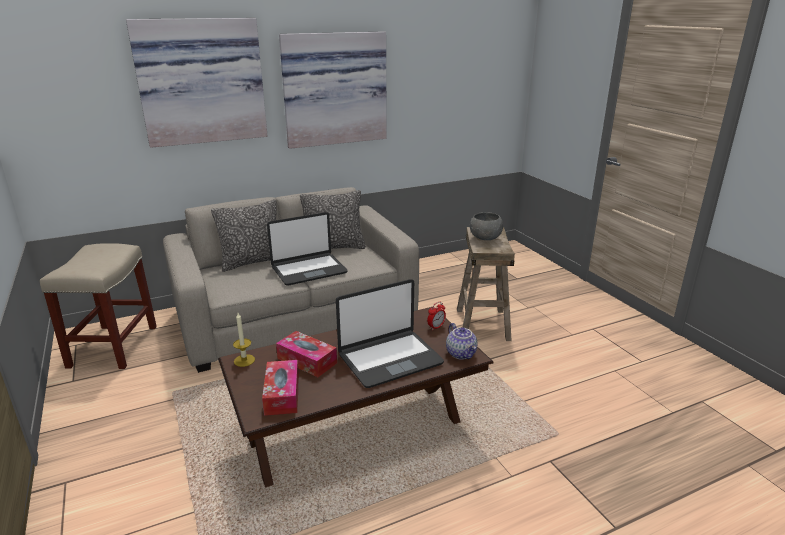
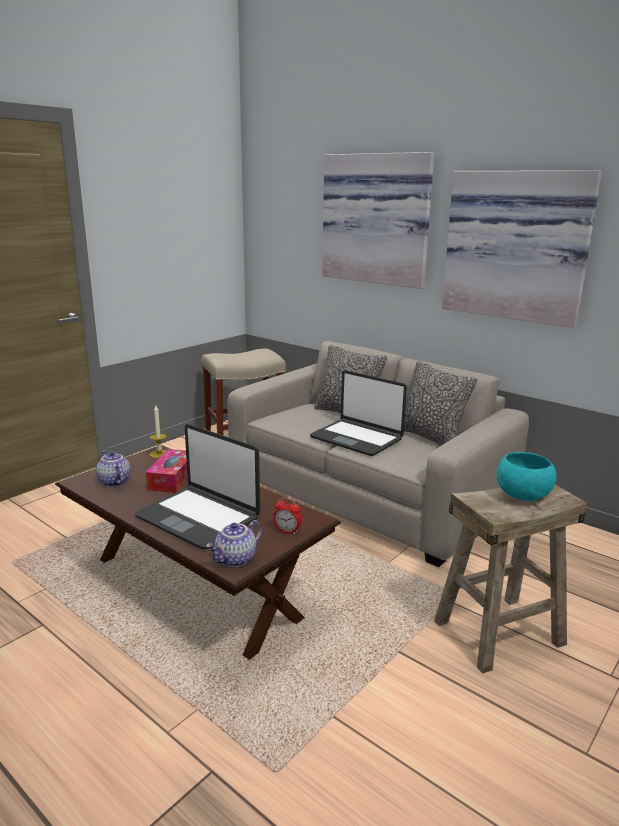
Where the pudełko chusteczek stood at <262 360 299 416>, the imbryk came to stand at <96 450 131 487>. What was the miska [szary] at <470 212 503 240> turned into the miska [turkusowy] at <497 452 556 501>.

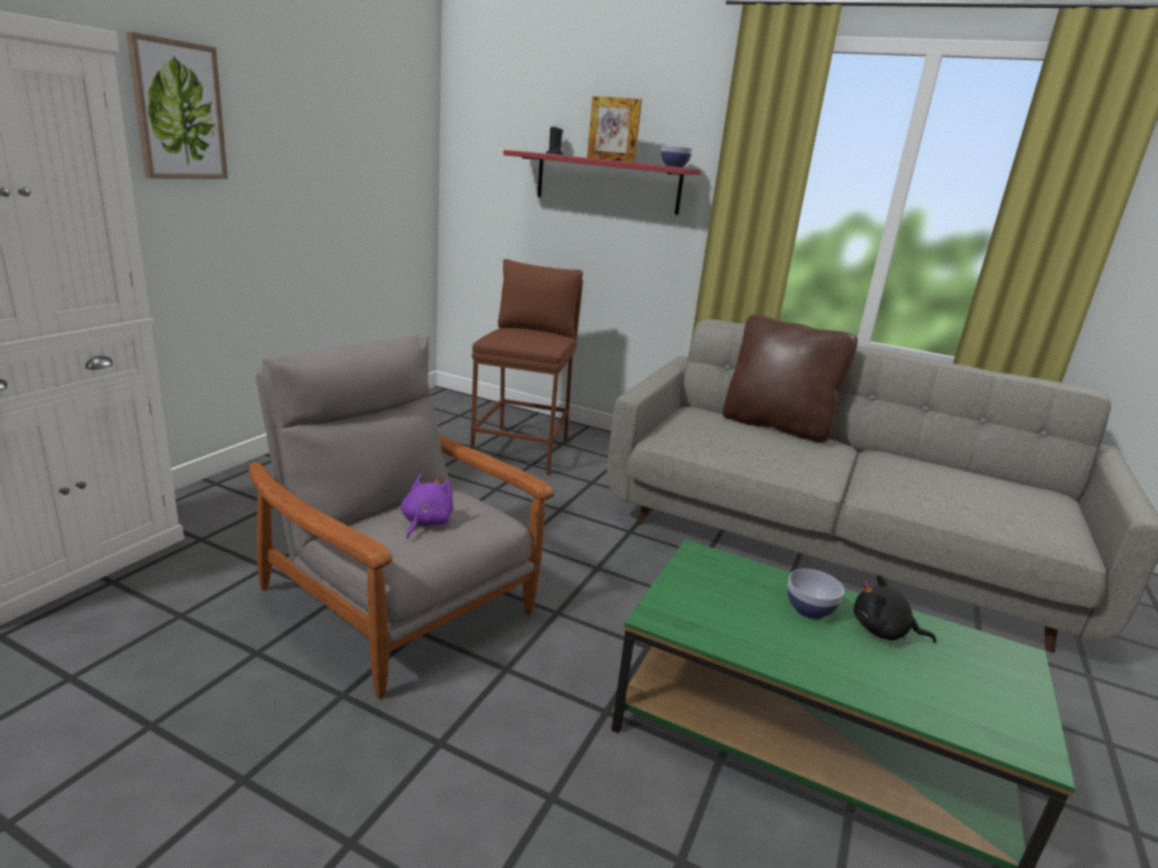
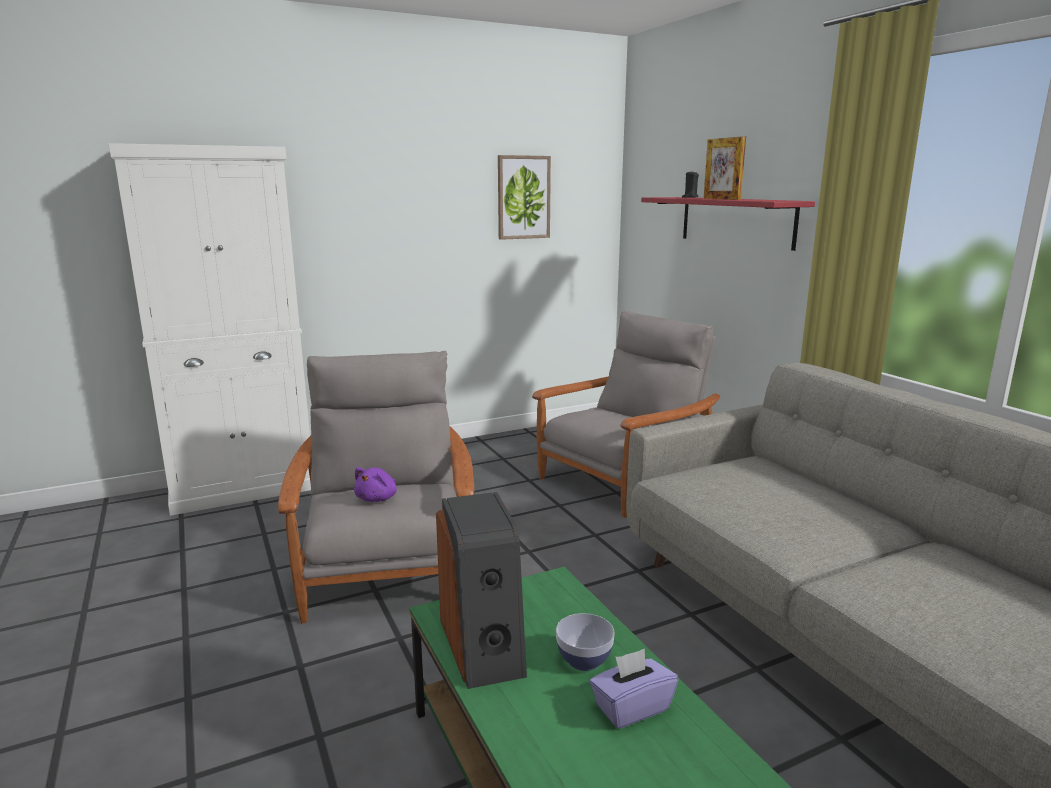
The second view lost the miska at <661 145 693 168>. The second view lost the poduszka [brązowy] at <722 315 858 443>. The second view gained the głośnik at <436 492 527 689>. The obraz ended up elsewhere, having gone from <126 32 228 179> to <498 155 551 240>. Where the stołek [brązowy] stood at <470 259 583 475>, the fotel [szary] came to stand at <532 311 720 518>. Where the pluszak [czarny] stood at <853 574 936 643>, the pudełko chusteczek [fioletowy] came to stand at <590 649 679 729>. The pluszak [fioletowy] at <401 474 453 539> ended up facing another way, 150 degrees clockwise from before.

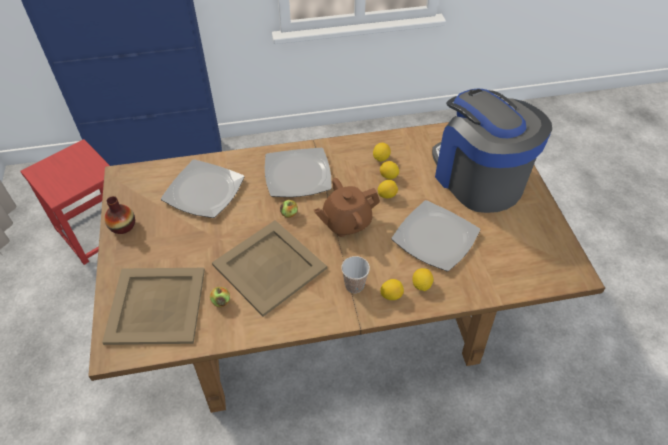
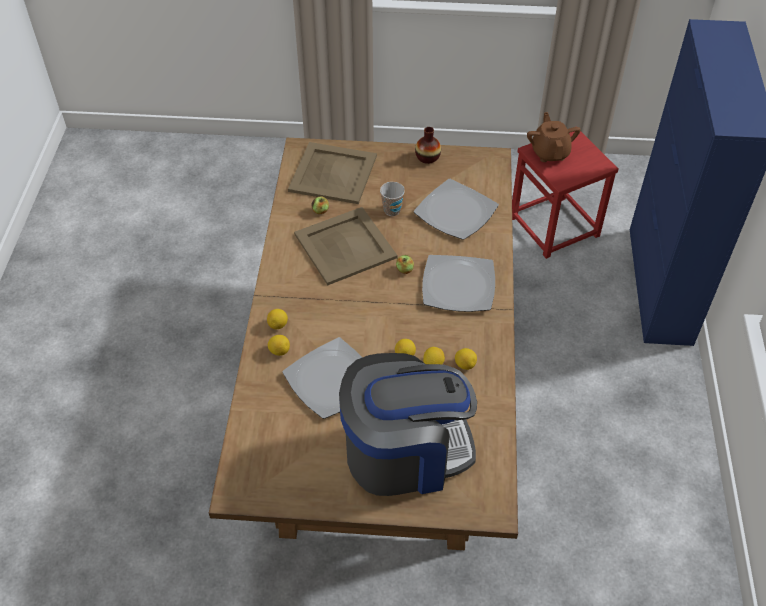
The imbryk [brązowy] ended up elsewhere, having gone from <314 178 380 237> to <527 112 581 162>. The filiżanka ended up elsewhere, having gone from <341 256 370 293> to <380 182 405 216>.

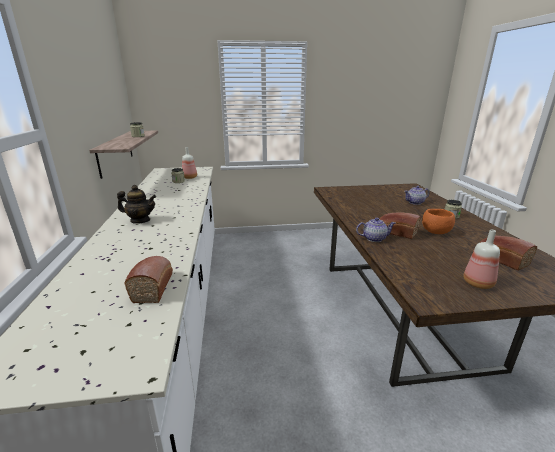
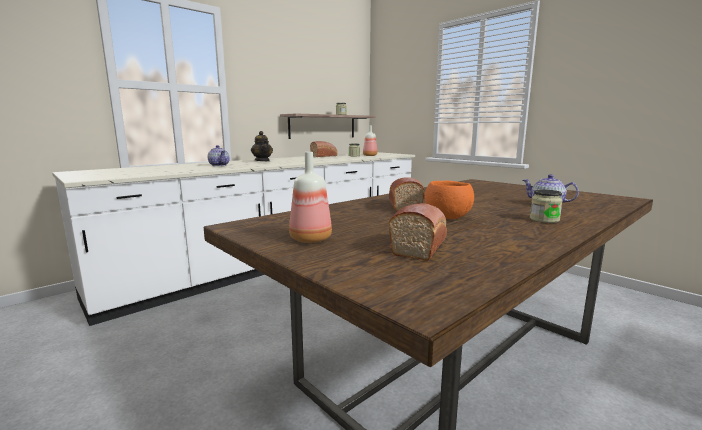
The chleb ended up elsewhere, having gone from <124 256 173 303> to <310 141 338 157>. The imbryk ended up elsewhere, having gone from <356 218 395 242> to <208 145 230 166>.

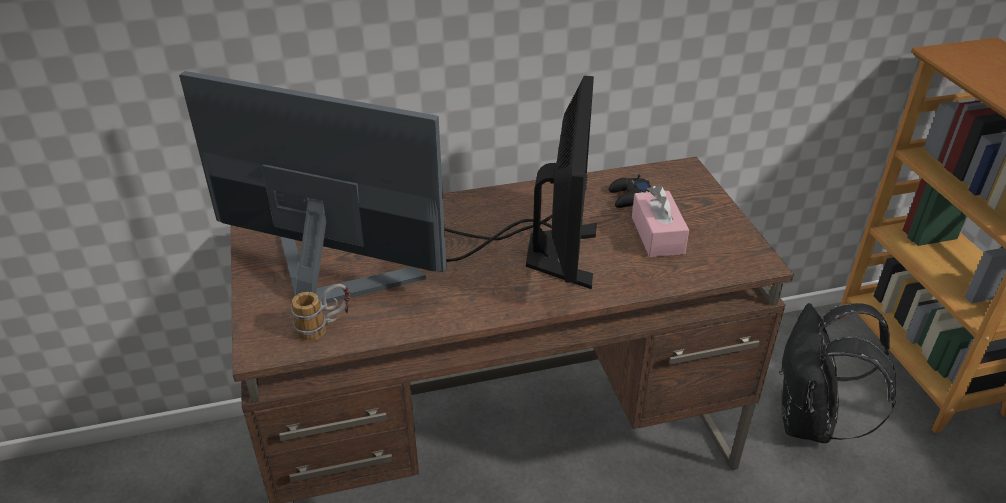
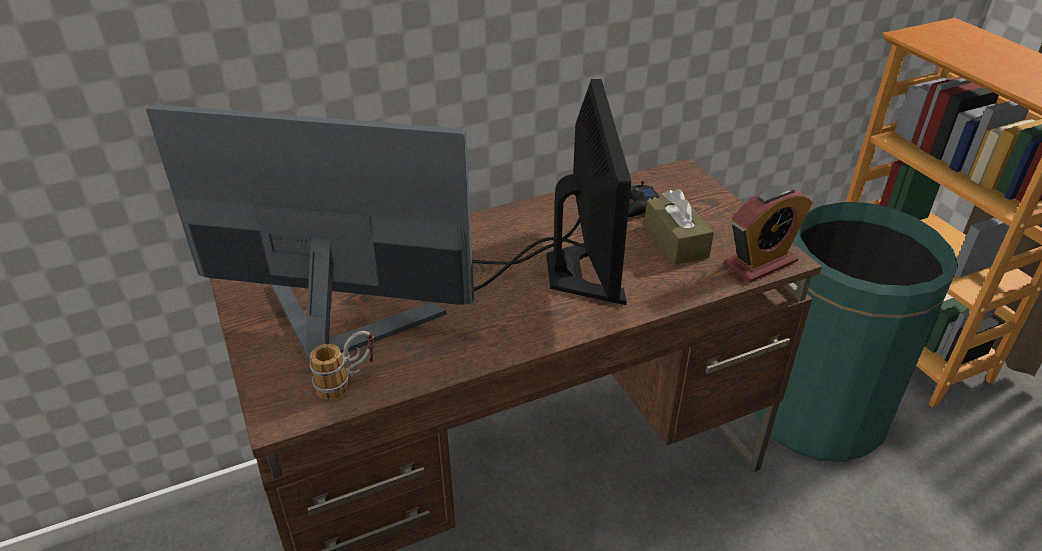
The second view gained the budzik at <724 184 813 283>. Where the plecak [czarny] stood at <779 303 896 443>, the kosz na śmieci [zielony] came to stand at <755 202 958 462>. What was the pudełko chusteczek [różowy] at <632 186 689 257> turned into the pudełko chusteczek [brązowy] at <644 189 714 265>.

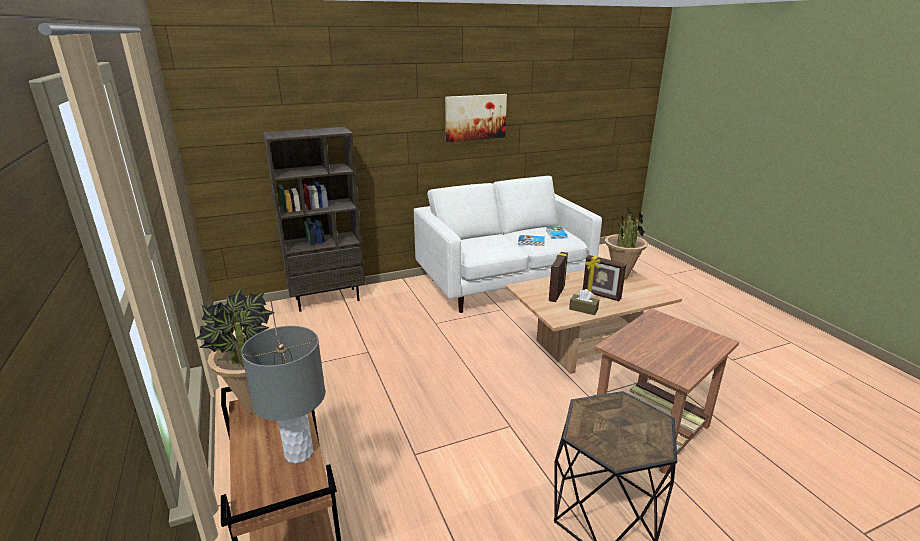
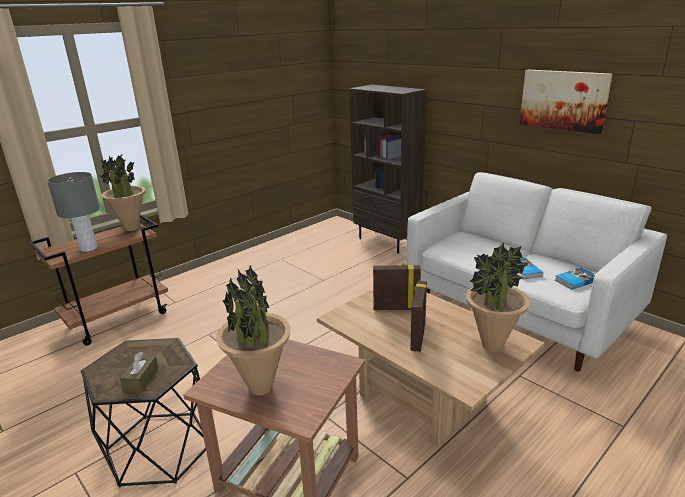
The second view gained the roślina doniczkowa at <216 265 291 395>. The pudełko chusteczek [brązowy] ended up elsewhere, having gone from <569 289 599 315> to <120 352 159 392>.

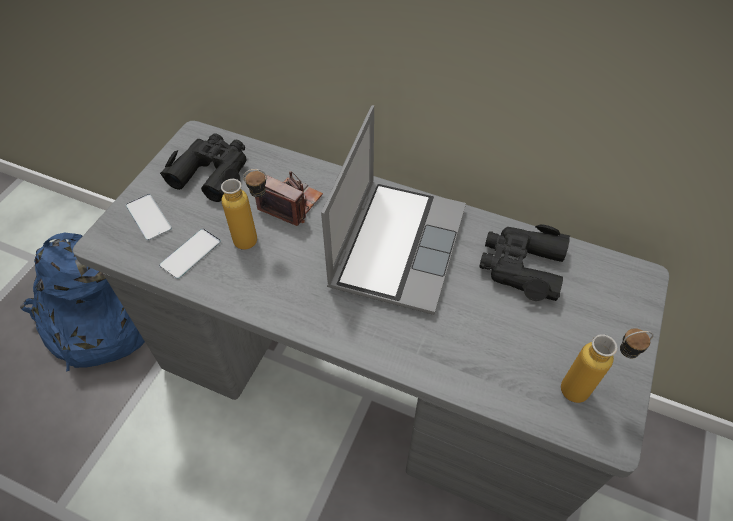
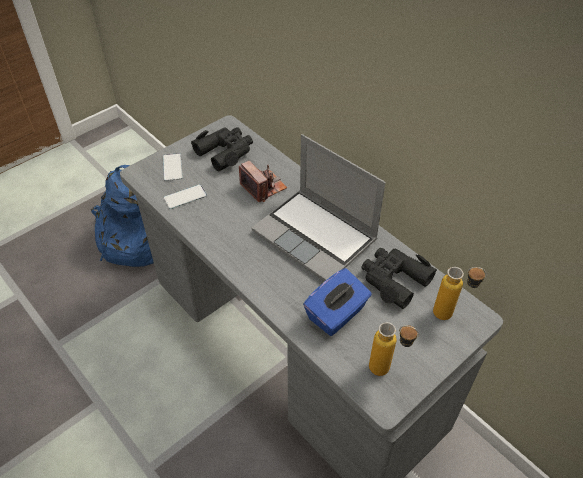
The second view gained the pudełko chusteczek [niebieski] at <303 268 372 336>. The butelka ended up elsewhere, having gone from <221 169 267 250> to <433 267 487 320>. The laptop at <321 105 466 315> ended up facing another way, 90 degrees clockwise from before.

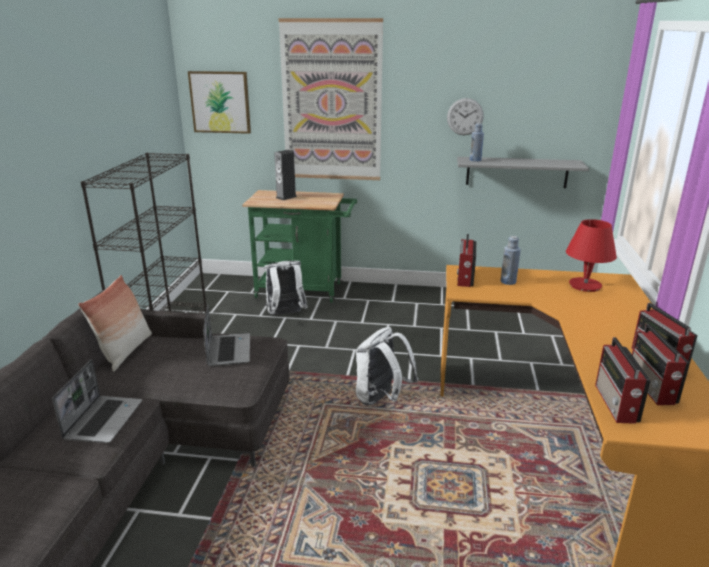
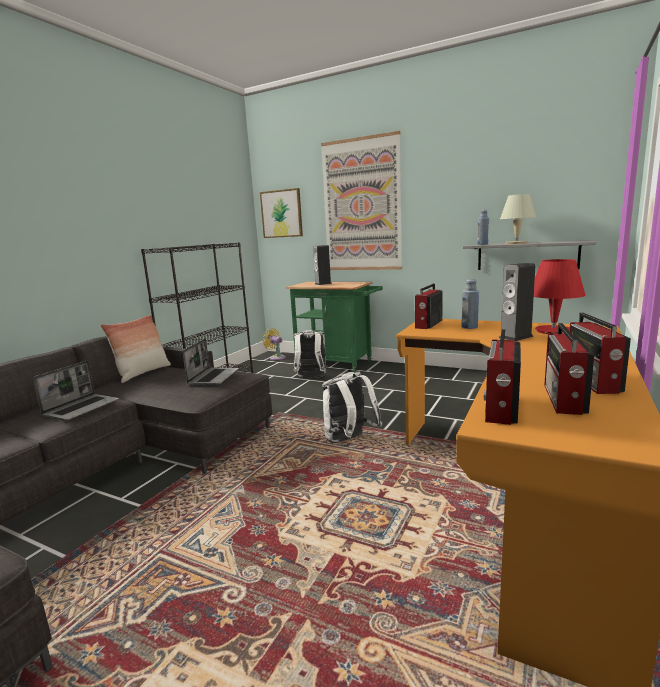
The second view lost the zegar ścienny at <447 98 484 135>. The second view gained the wentylator [żółty] at <263 328 286 360>. The second view gained the głośnik at <499 263 535 341>. The second view gained the lampa stołowa [beżowy] at <500 194 536 244>.

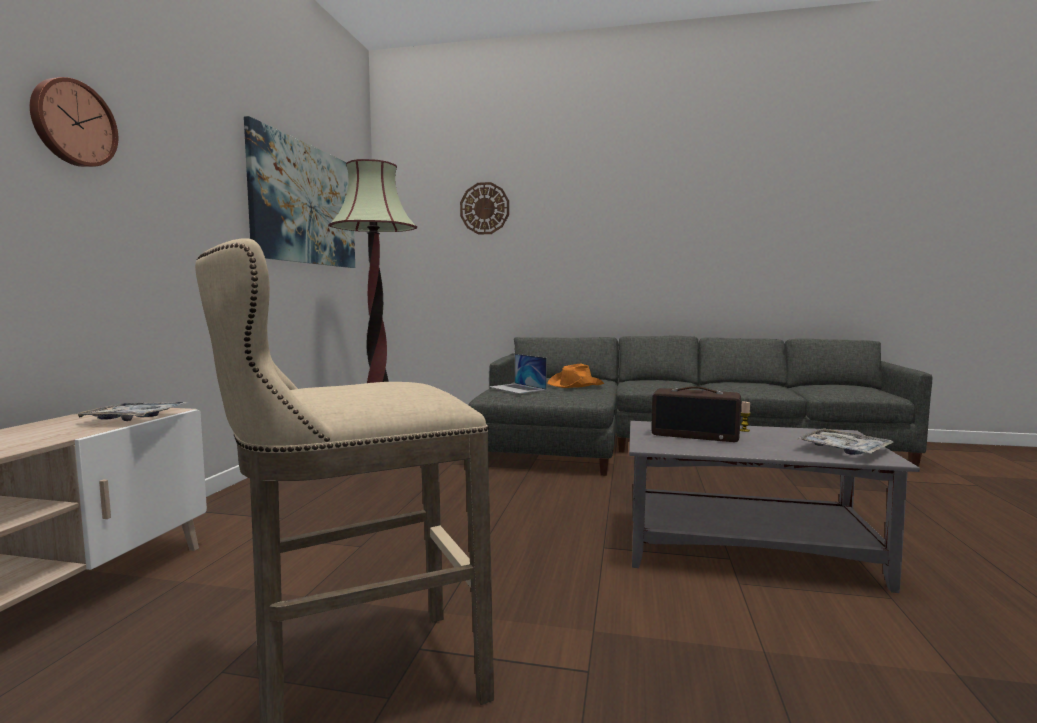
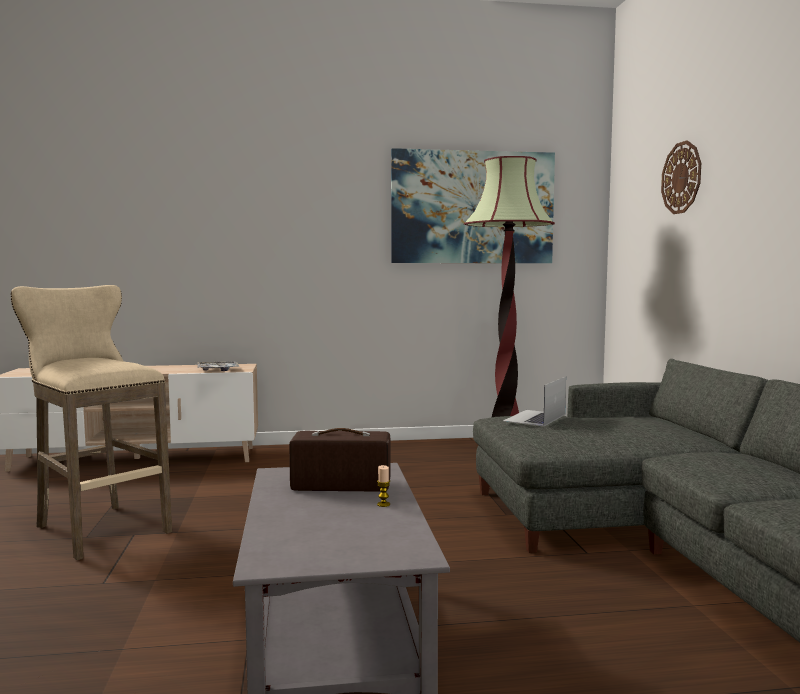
The second view lost the zegar ścienny at <30 77 118 167>. The second view lost the kapelusz [pomarańczowy] at <547 364 605 388>. The second view lost the taca at <796 428 894 455>. The radio at <651 386 741 442> ended up facing another way, 90 degrees clockwise from before.

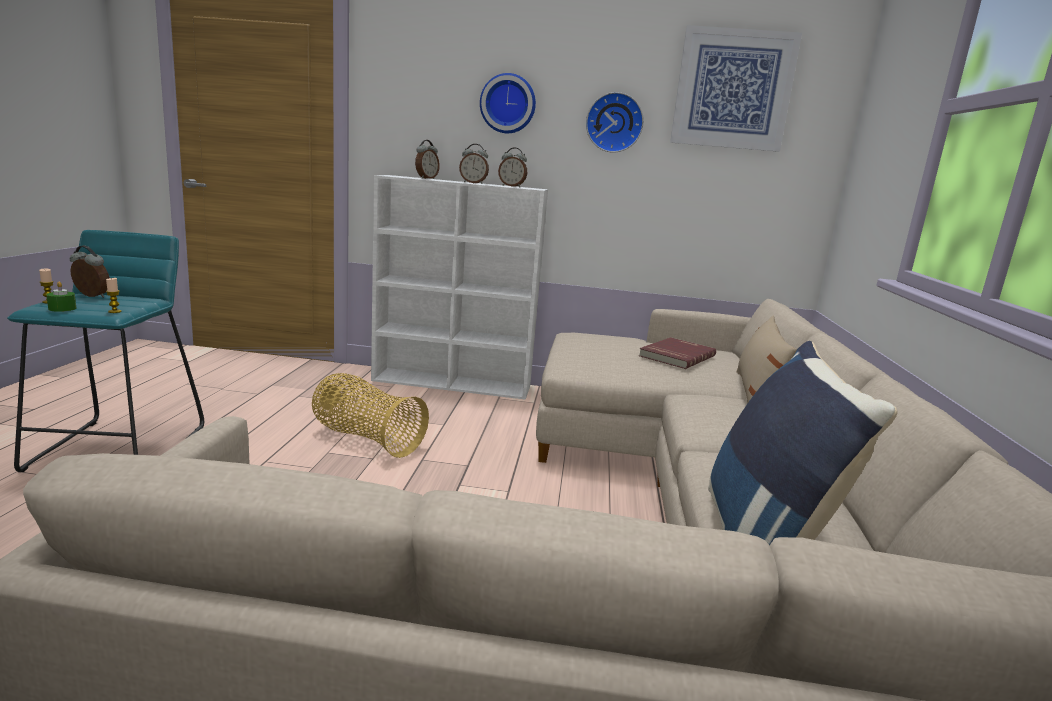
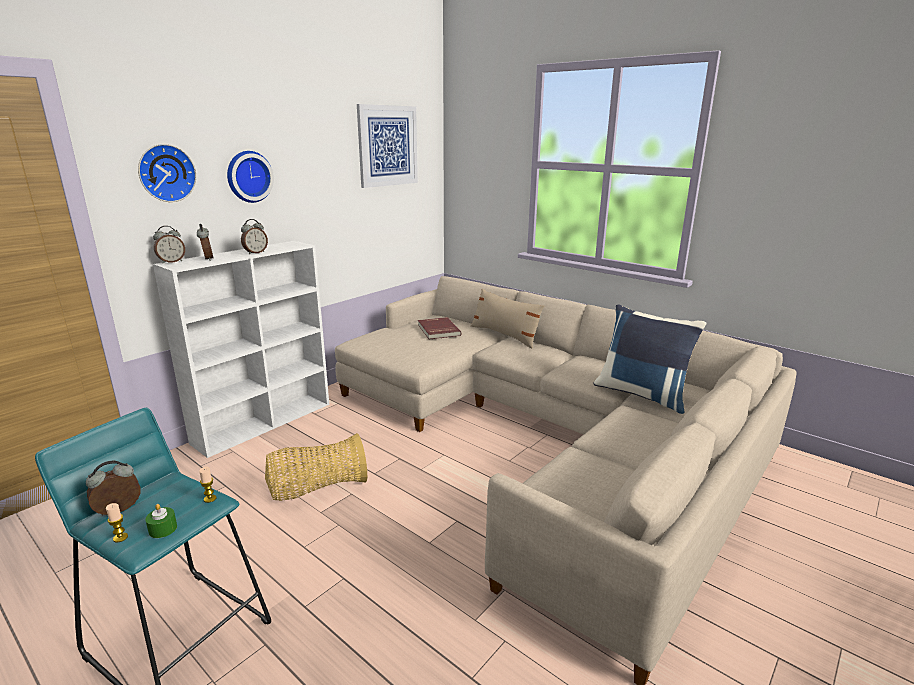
The budzik ended up elsewhere, having gone from <498 147 527 187> to <153 226 185 264>. The zegar ścienny ended up elsewhere, having gone from <586 92 644 153> to <138 144 196 202>.

